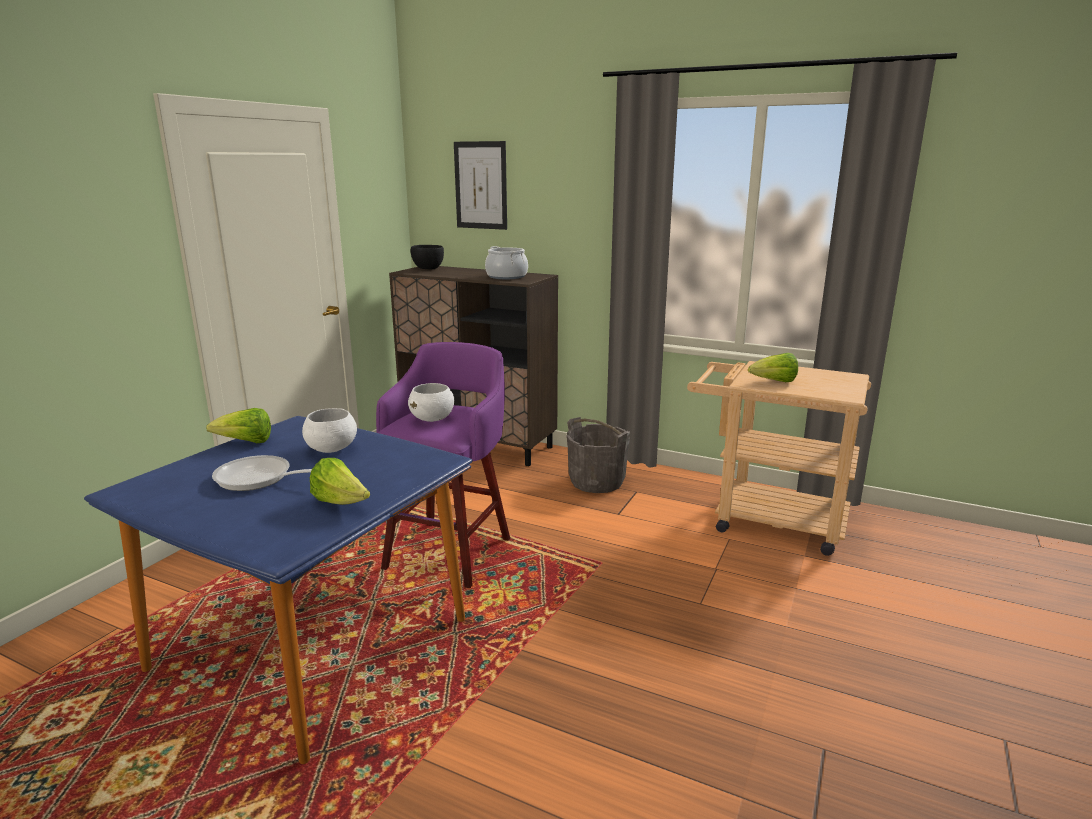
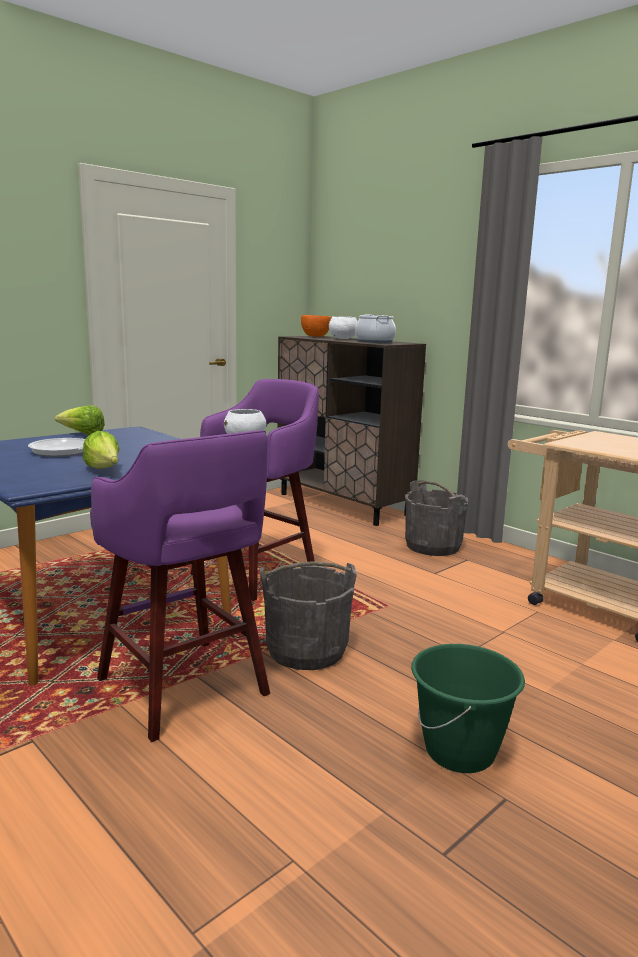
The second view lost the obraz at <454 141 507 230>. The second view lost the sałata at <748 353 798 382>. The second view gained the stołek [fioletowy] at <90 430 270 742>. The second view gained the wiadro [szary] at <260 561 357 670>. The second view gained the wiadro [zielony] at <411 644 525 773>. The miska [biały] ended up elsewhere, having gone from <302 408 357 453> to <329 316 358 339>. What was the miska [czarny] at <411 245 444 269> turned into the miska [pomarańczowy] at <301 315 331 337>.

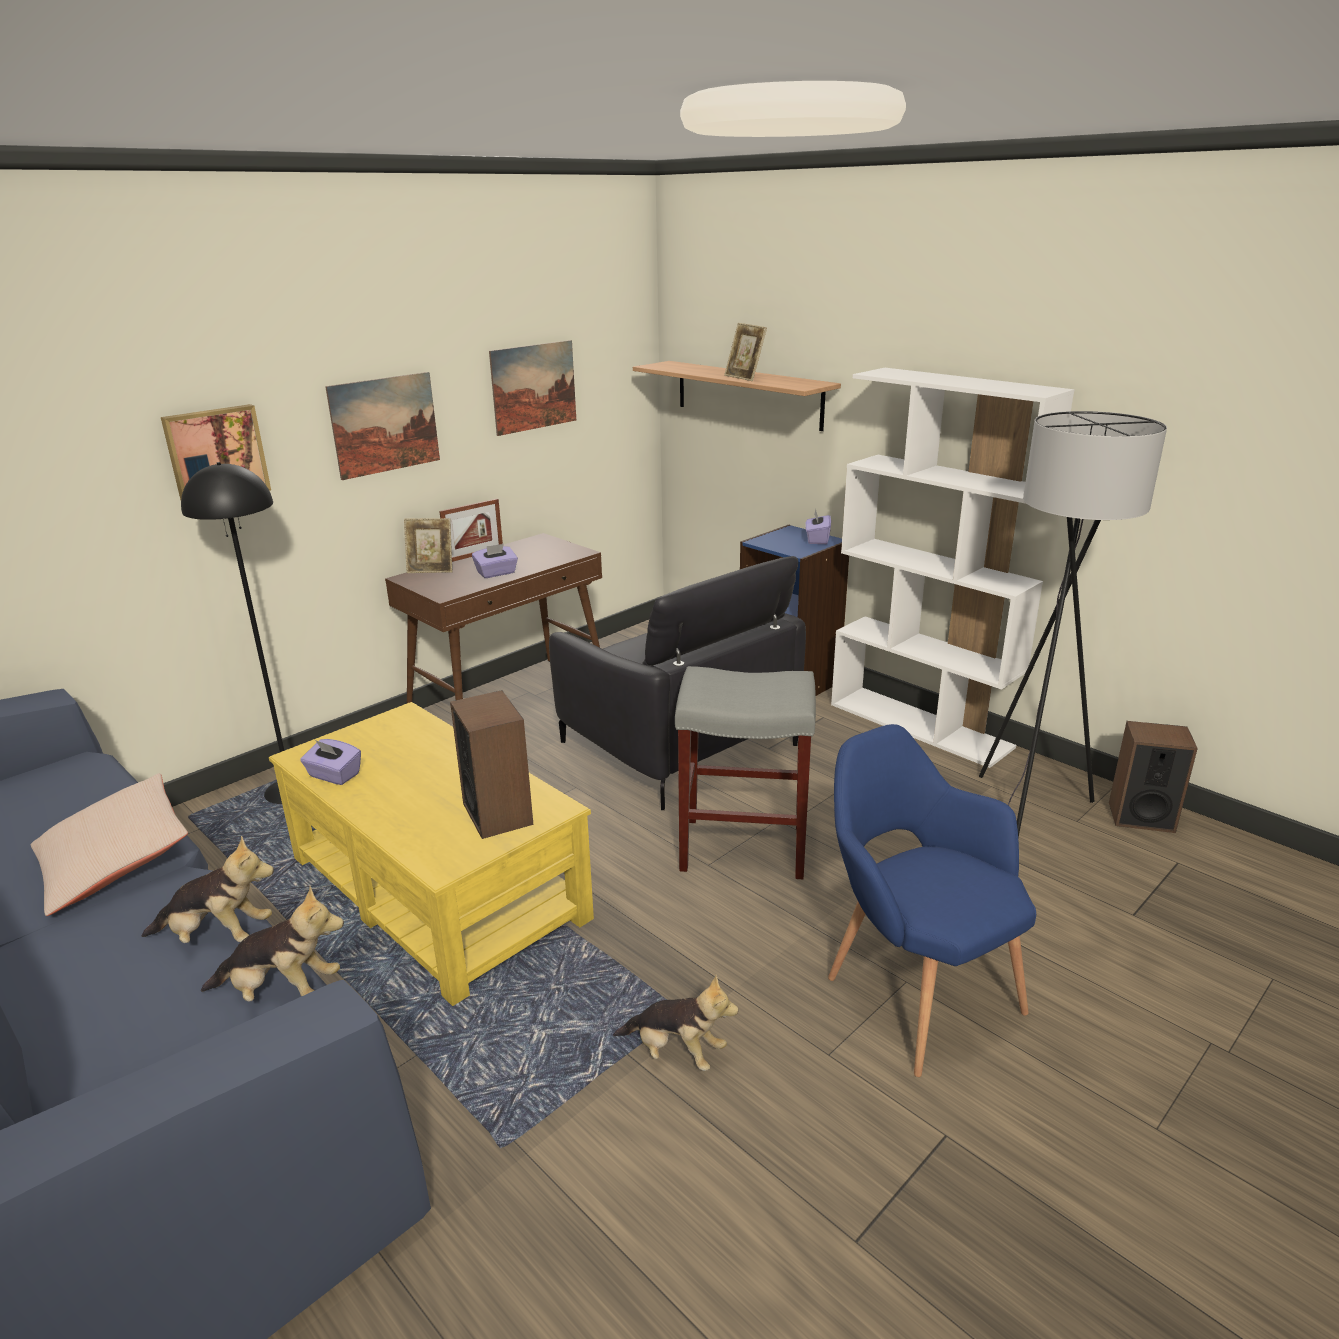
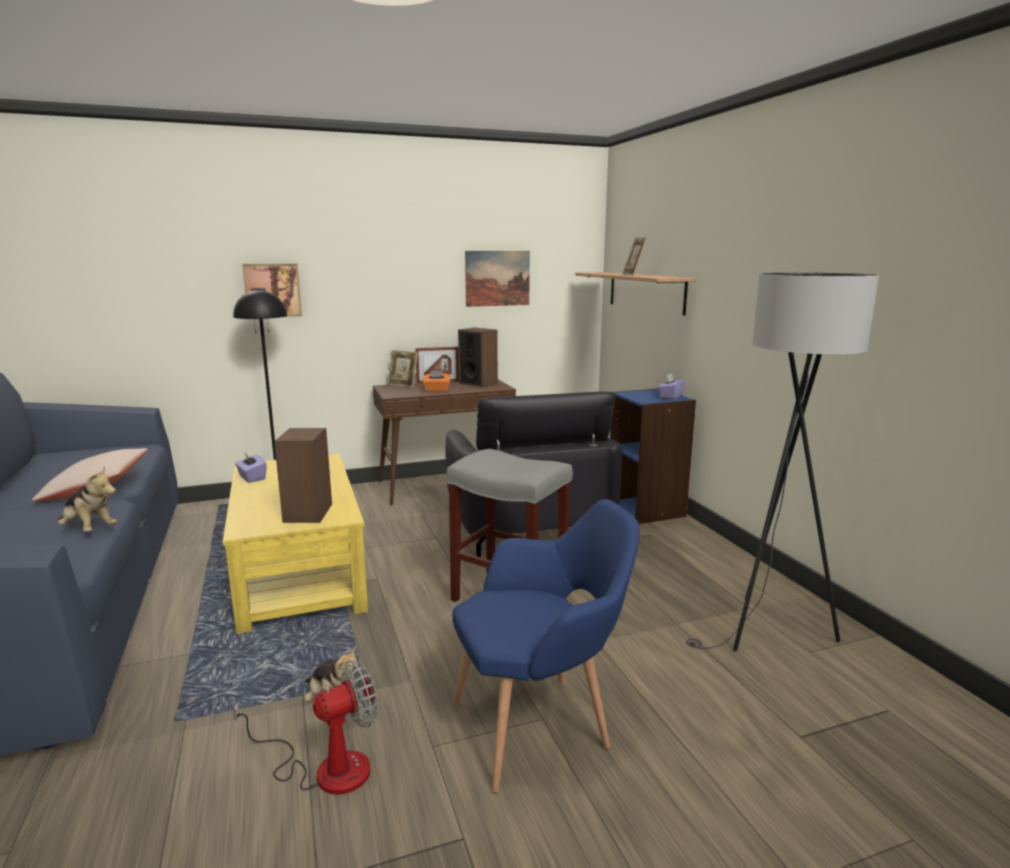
The second view lost the pluszak at <201 886 344 1001>. The second view lost the obraz at <325 372 440 480>. The second view lost the regał [biały] at <831 368 1075 768>. The second view gained the wentylator at <232 660 378 795>. The głośnik ended up elsewhere, having gone from <1109 721 1198 833> to <458 328 498 388>. What was the pudełko chusteczek [fioletowy] at <472 544 518 578> turned into the pudełko chusteczek [pomarańczowy] at <423 370 450 392>. The fotel [niebieski] at <828 724 1036 1077> ended up facing another way, 75 degrees clockwise from before.

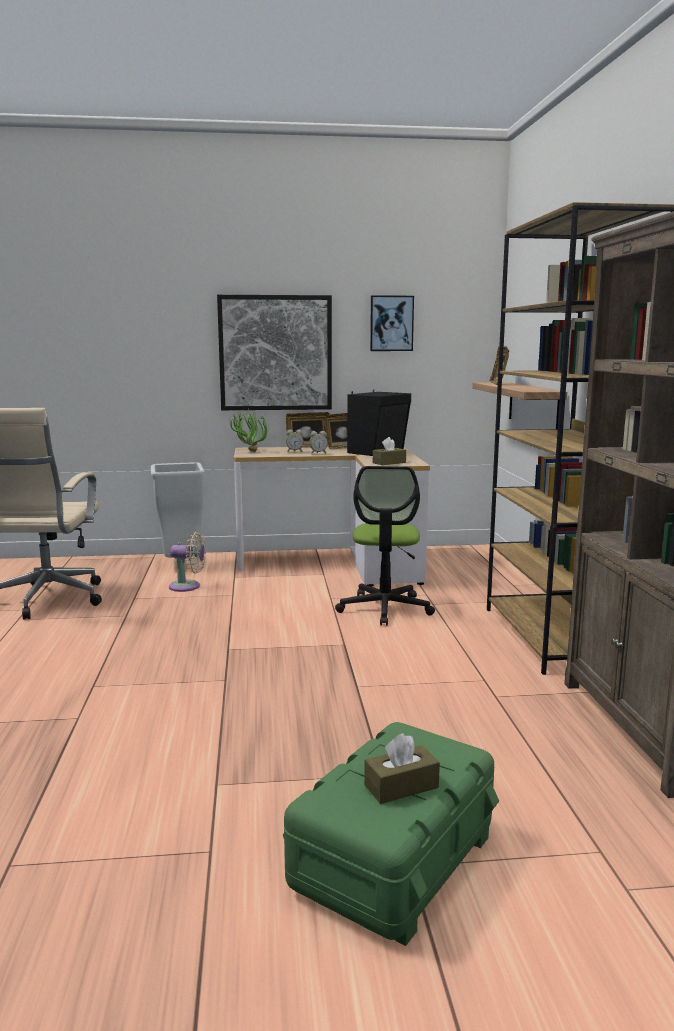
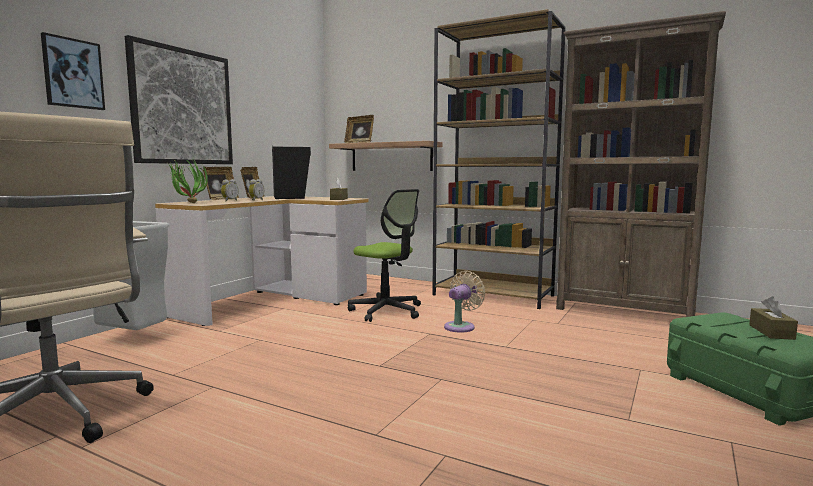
The wentylator [beżowy] ended up elsewhere, having gone from <169 532 206 592> to <444 270 486 332>. The obraz ended up elsewhere, having gone from <370 295 414 351> to <41 32 105 110>.

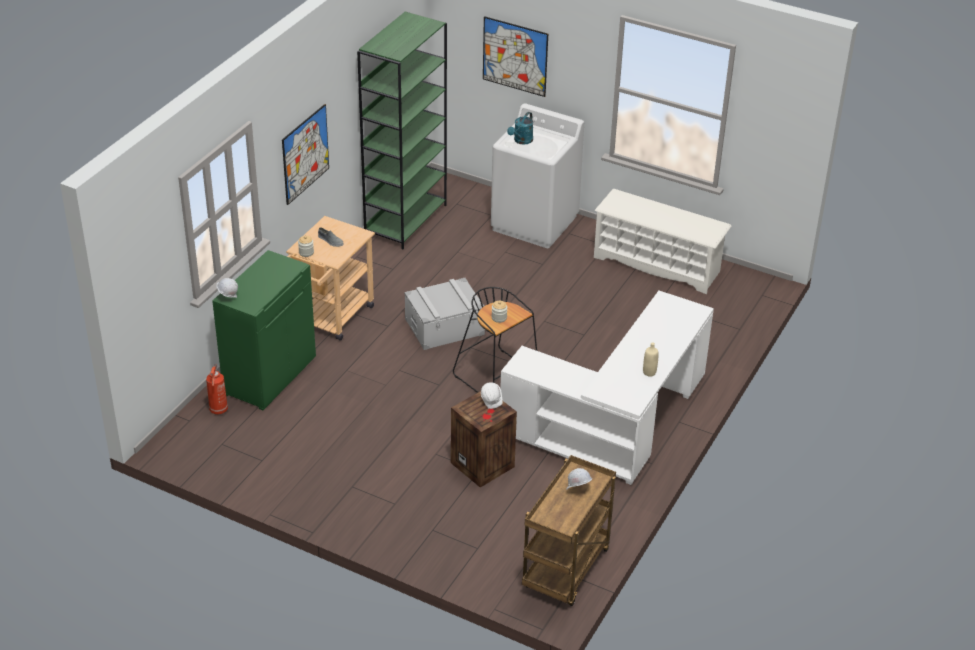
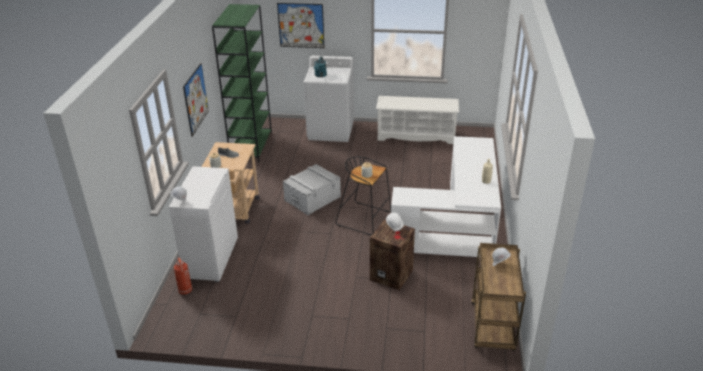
What was the szafka [zielony] at <212 250 316 410> turned into the szafka [biały] at <169 166 238 282>.

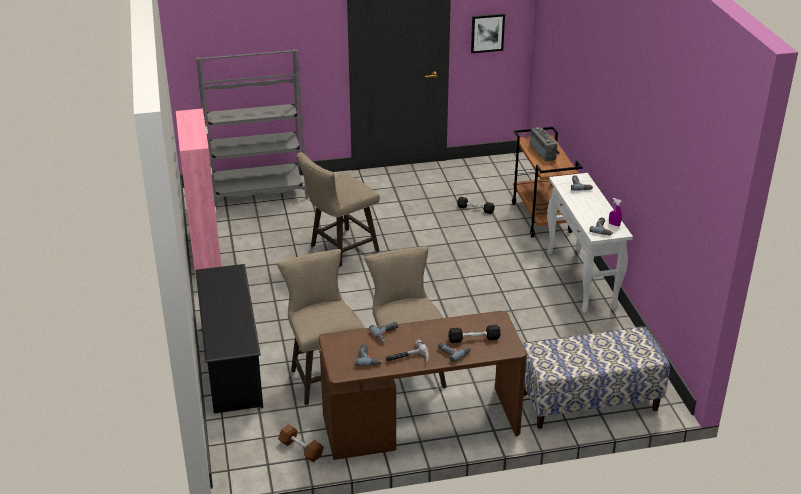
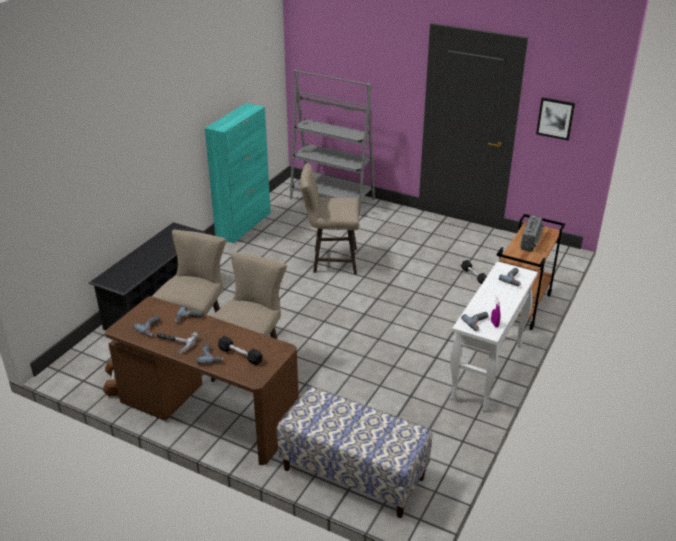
What was the szafka [różowy] at <176 109 221 278> turned into the szafka [turkusowy] at <205 103 271 243>.

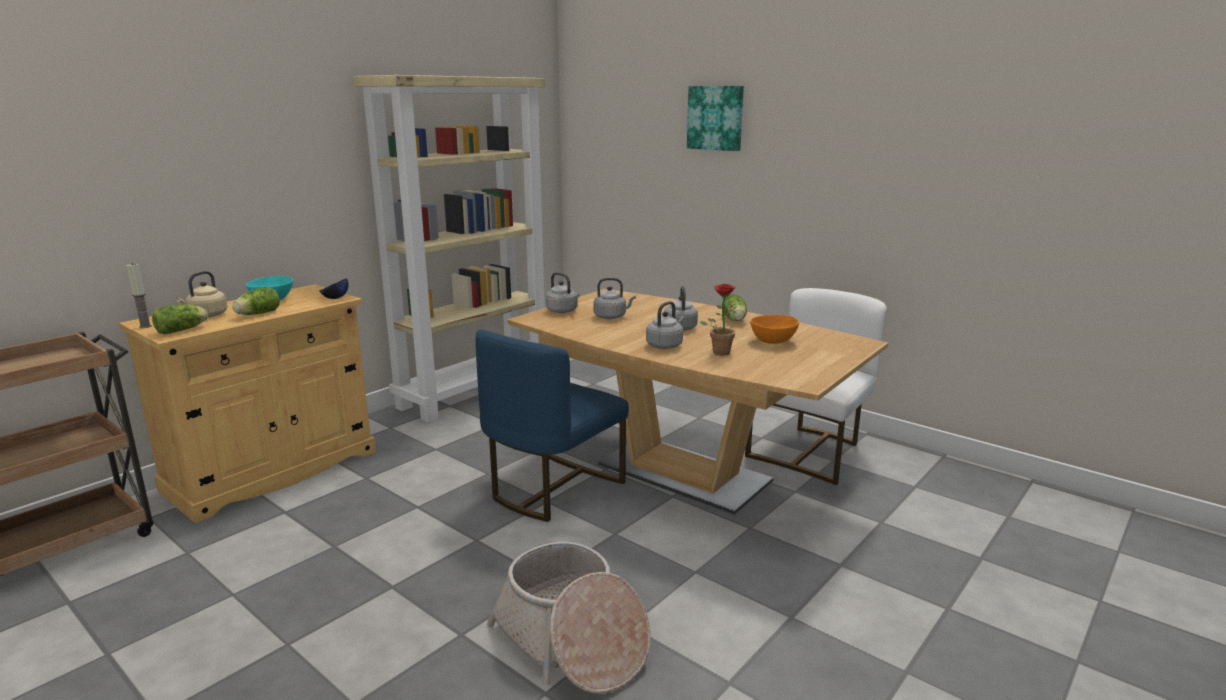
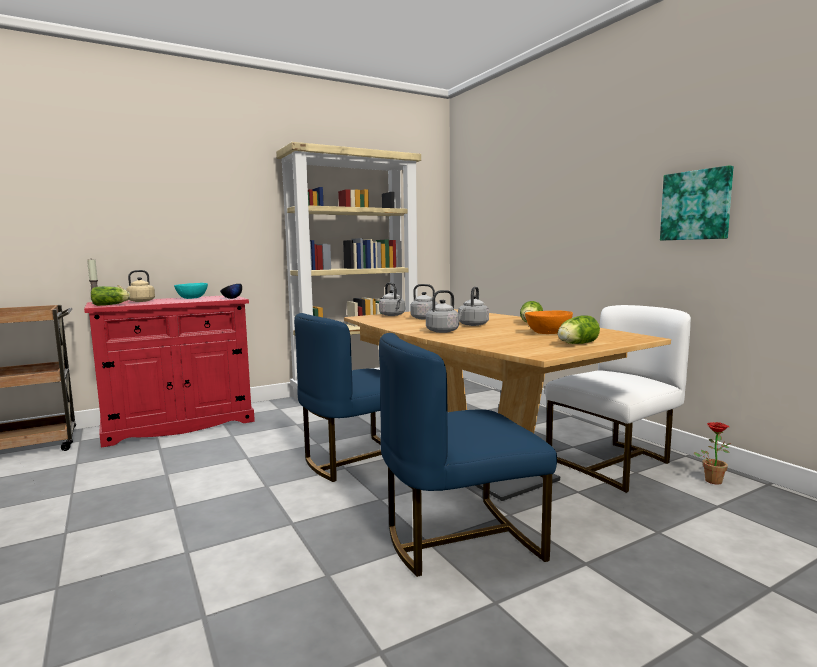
The second view lost the koszyk at <487 542 651 693>. The second view gained the krzesło [niebieski] at <379 333 557 577>. The sałata ended up elsewhere, having gone from <232 287 280 315> to <558 315 600 344>. The obraz ended up elsewhere, having gone from <687 86 744 151> to <660 166 733 240>. The roślina doniczkowa ended up elsewhere, having gone from <700 284 737 355> to <693 422 731 484>. What was the szafka [beżowy] at <119 284 376 523> turned into the szafka [czerwony] at <84 296 255 448>.

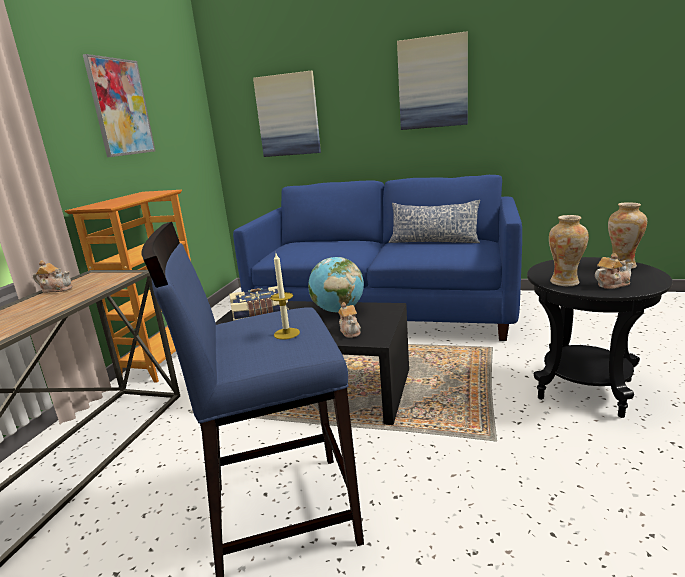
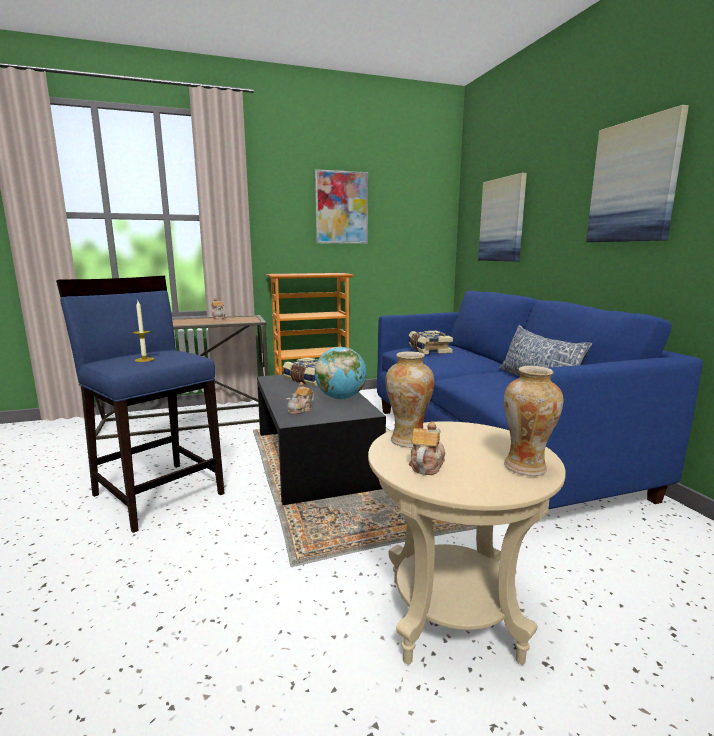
The second view gained the książka at <409 331 453 354>. What was the stolik [czarny] at <527 257 673 418> turned into the stolik [beżowy] at <368 421 566 664>. The imbryk at <595 253 633 289> ended up facing another way, 105 degrees counterclockwise from before.

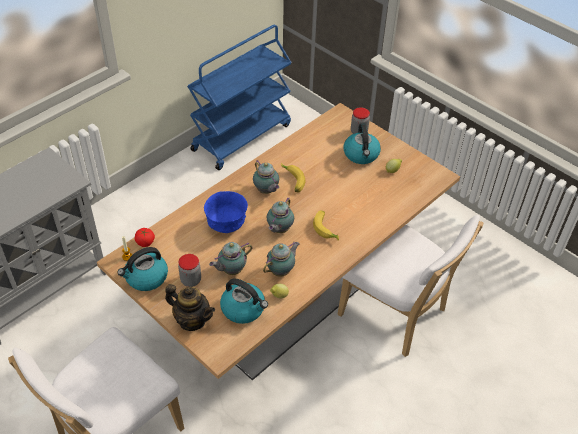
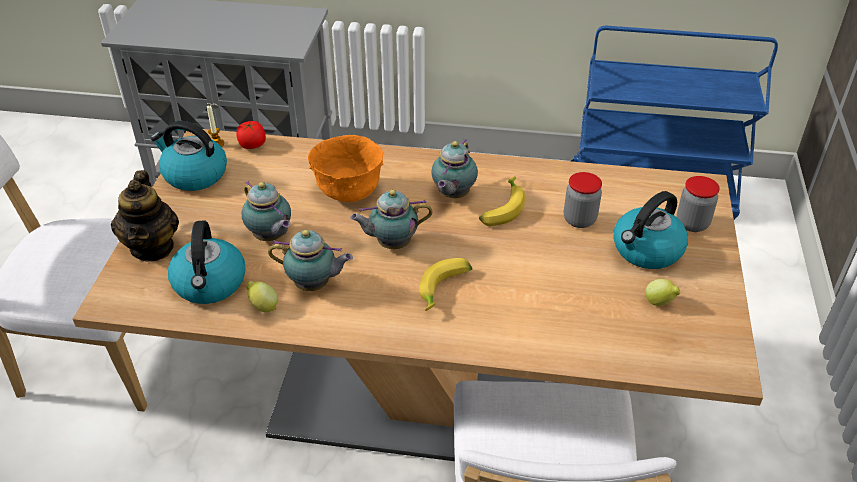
The słoik ended up elsewhere, having gone from <178 254 201 287> to <564 172 602 228>. What was the miska [niebieski] at <204 191 248 233> turned into the miska [pomarańczowy] at <308 135 383 202>. The imbryk at <209 242 253 275> ended up facing another way, 150 degrees counterclockwise from before.

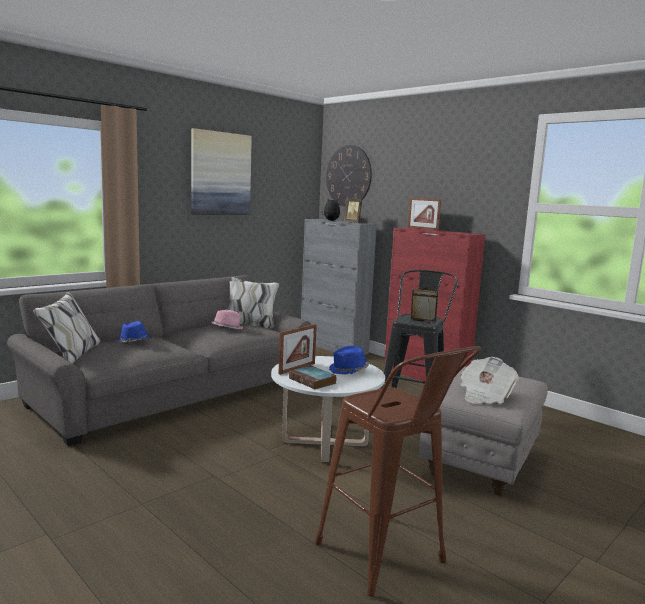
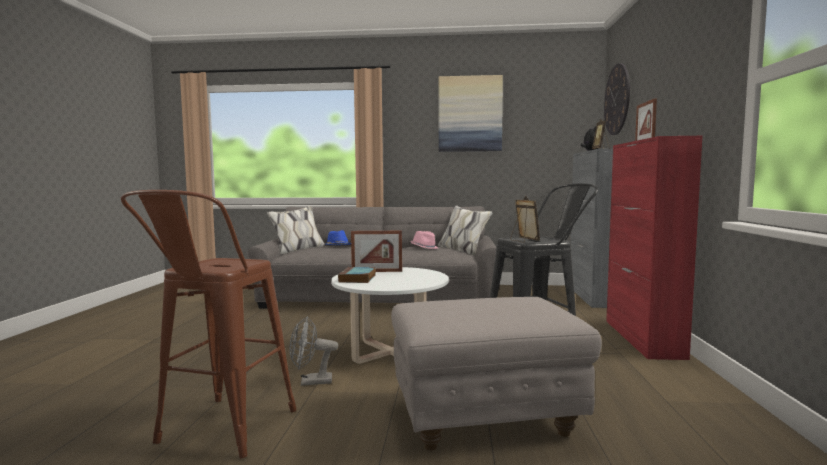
The second view lost the kapelusz [niebieski] at <329 346 369 375>. The second view lost the gazeta at <460 357 519 404>. The second view gained the wentylator [szary] at <289 316 338 386>.

